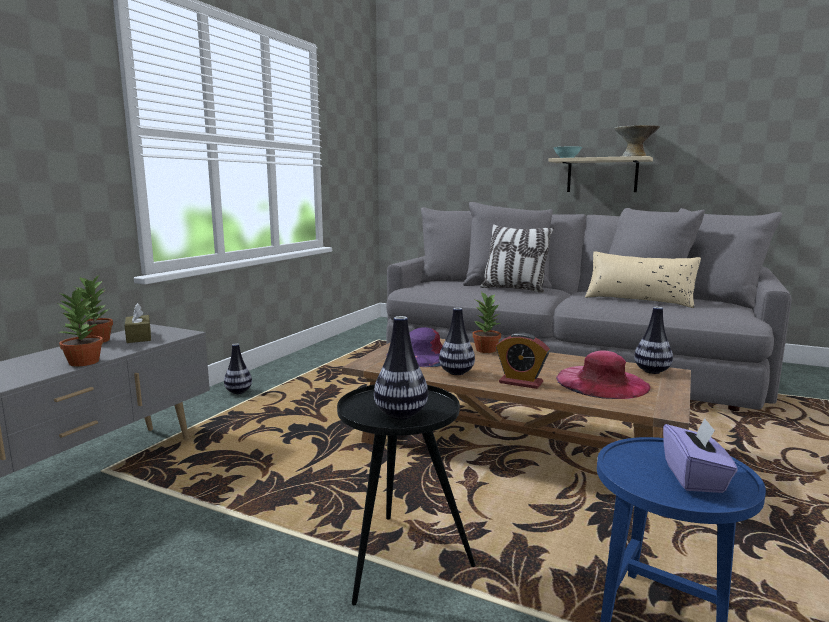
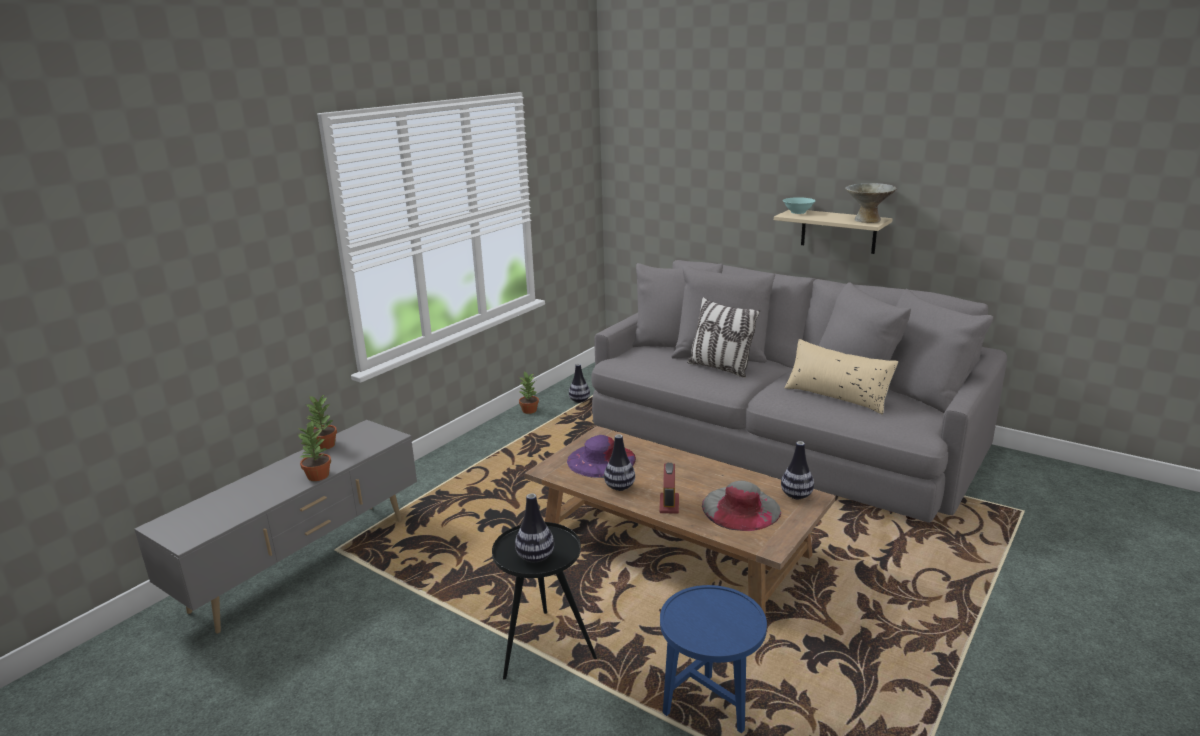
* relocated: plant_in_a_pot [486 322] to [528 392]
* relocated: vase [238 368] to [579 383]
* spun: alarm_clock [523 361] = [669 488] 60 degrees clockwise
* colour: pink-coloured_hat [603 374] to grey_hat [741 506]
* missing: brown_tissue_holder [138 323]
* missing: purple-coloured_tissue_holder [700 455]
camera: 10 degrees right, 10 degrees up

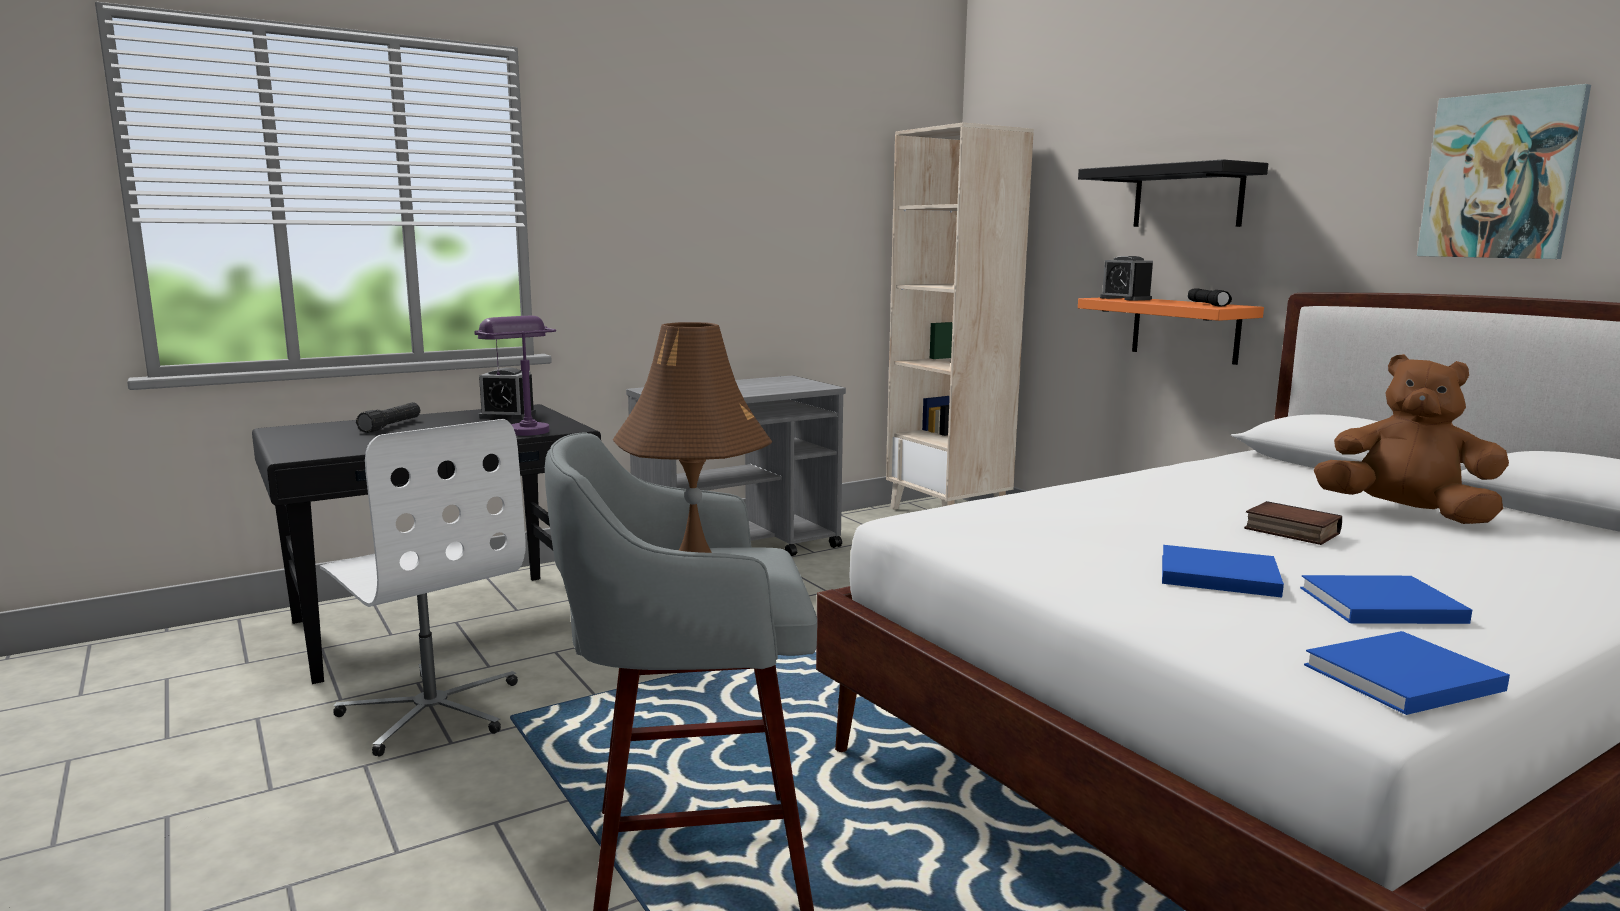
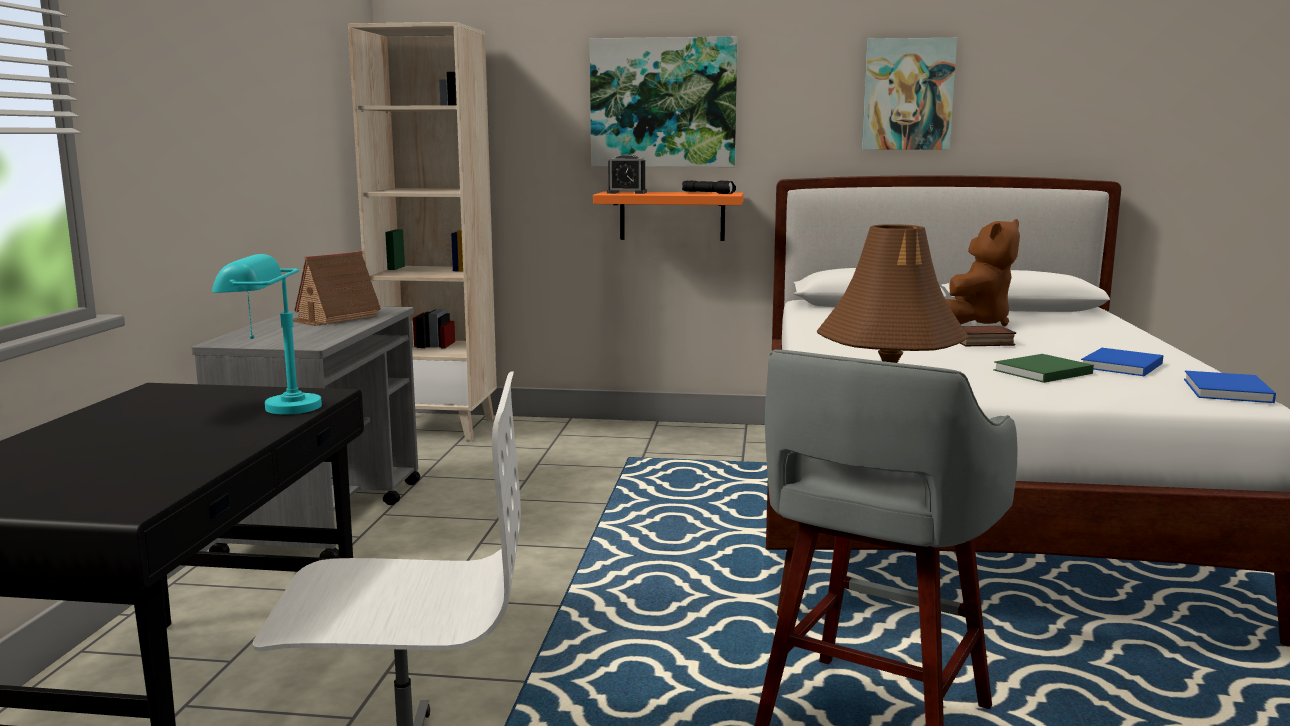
* colour: purple-coloured_tabletop_lamp [515 376] to blue-green_tabletop_lamp [267 334]
* appeared: model_house [337 288]
* exchanged: black_wall_shelf [1173 193] to wall_art [663 102]
* spun: brown_soft_toy [1411 439] = [982 272] 150 degrees clockwise
* colour: bluish_volume [1223 571] to greenish_volume [1043 368]
* missing: black_torch [388 417]
* missing: alarm_clock [507 393]
camera: 50 degrees left, 0 degrees up

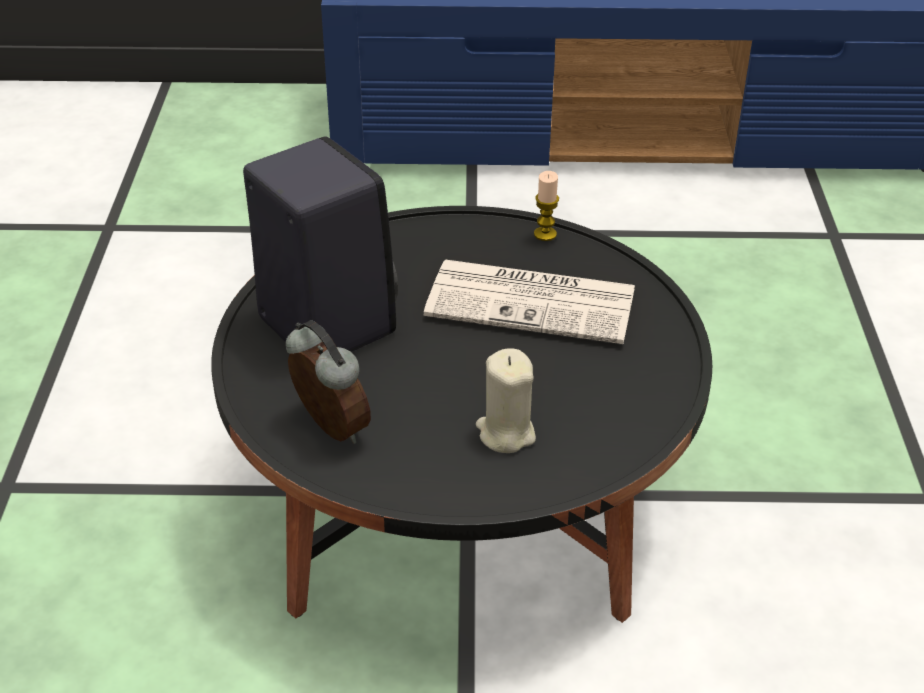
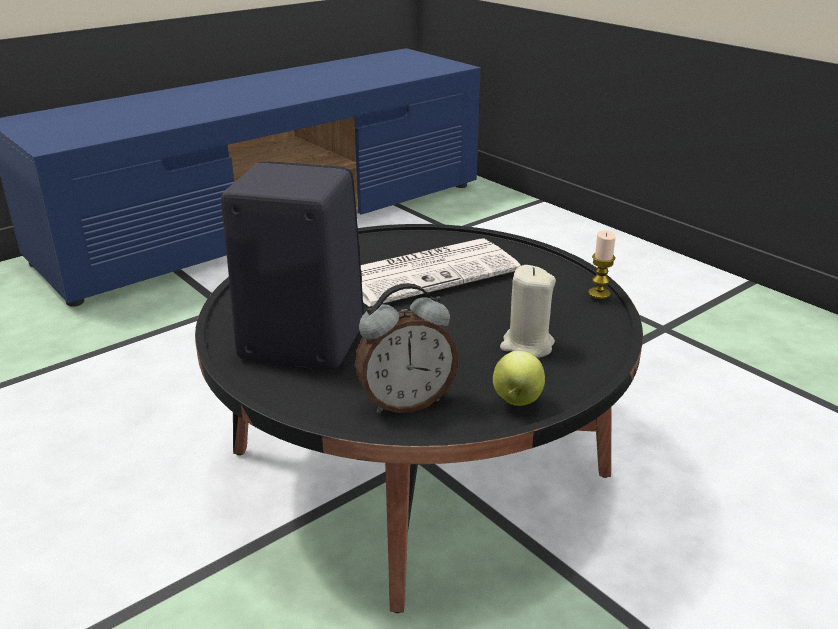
* spun: alarm_clock [328 382] = [406 348] 150 degrees clockwise
* appeared: apple_fruit [519 378]
* relocated: candle [546 206] to [602 264]
camera: 40 degrees left, 10 degrees down

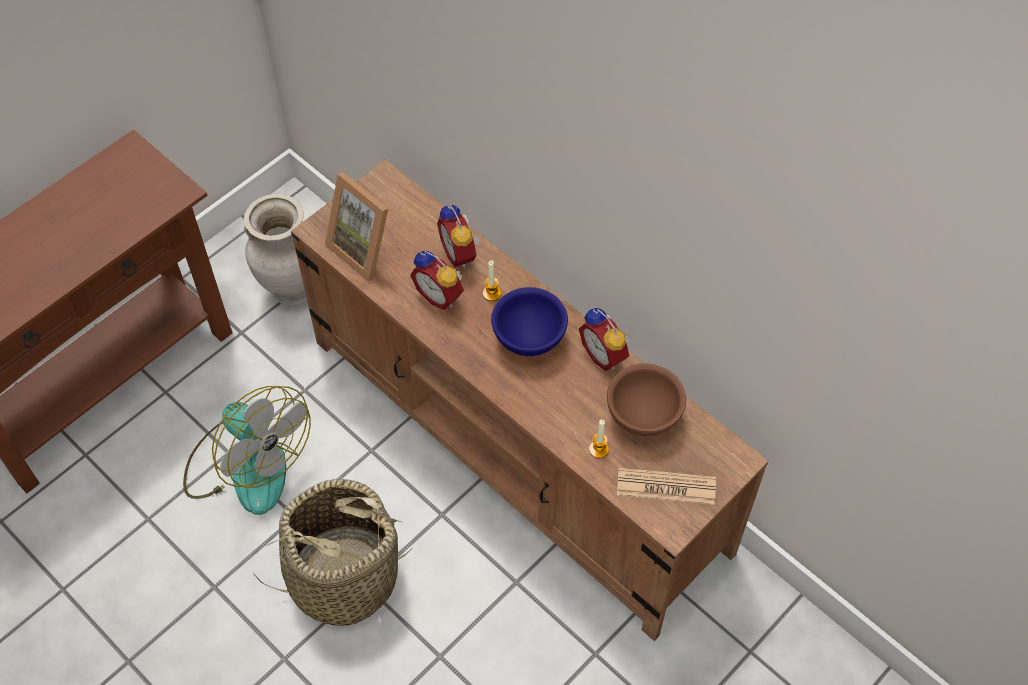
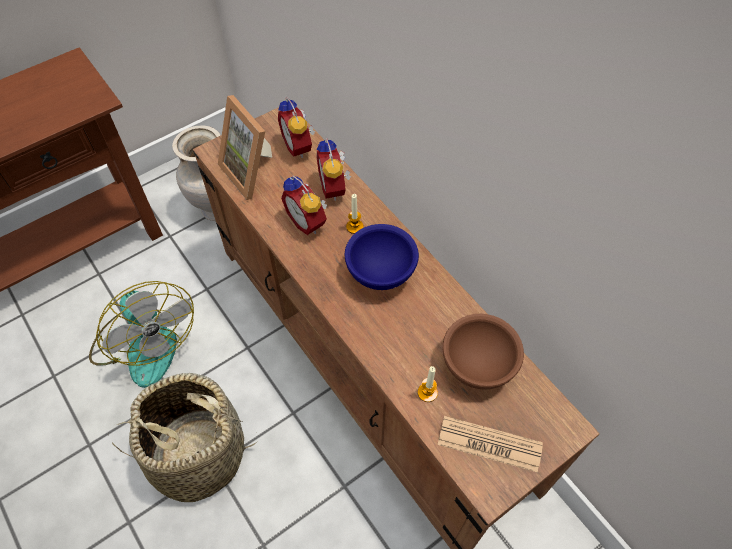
* relocated: alarm_clock [604 339] to [296 127]
camera: 10 degrees right, 0 degrees up

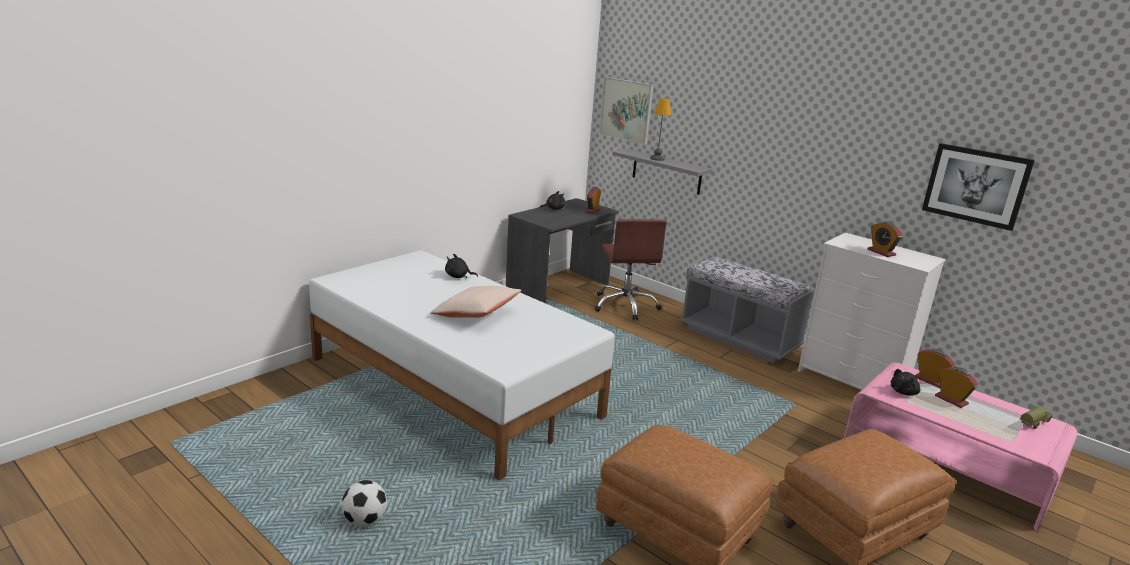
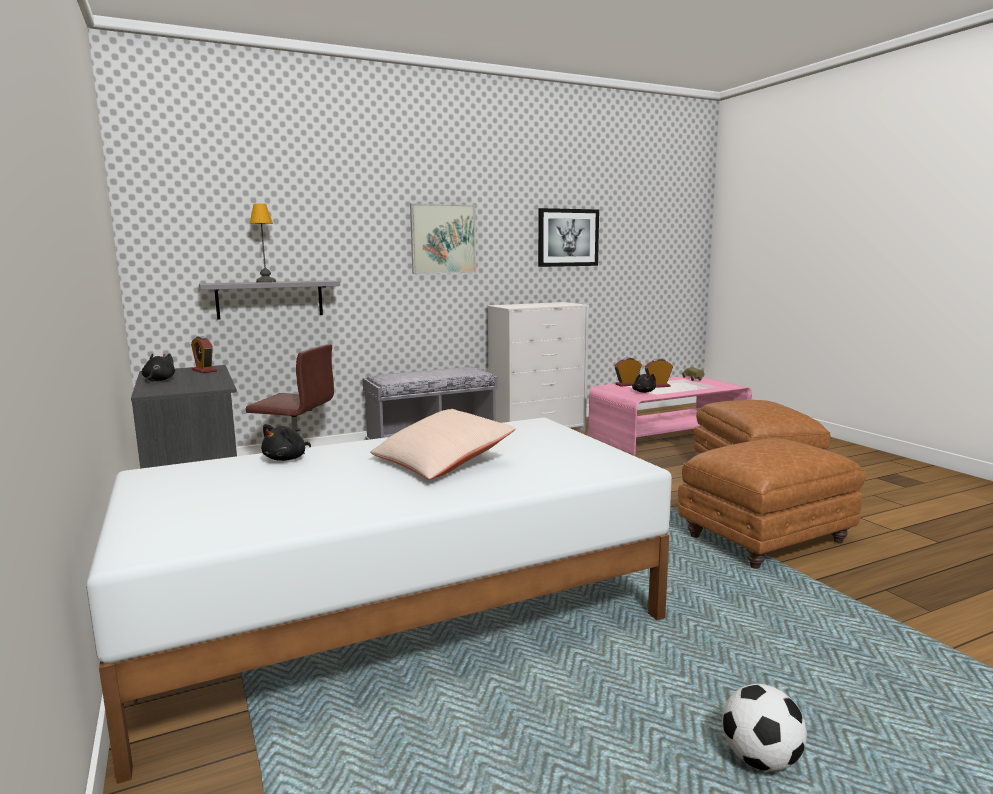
* relocated: wall_art [626 110] to [443 238]
* missing: alarm_clock [885 239]
camera: 65 degrees left, 10 degrees down

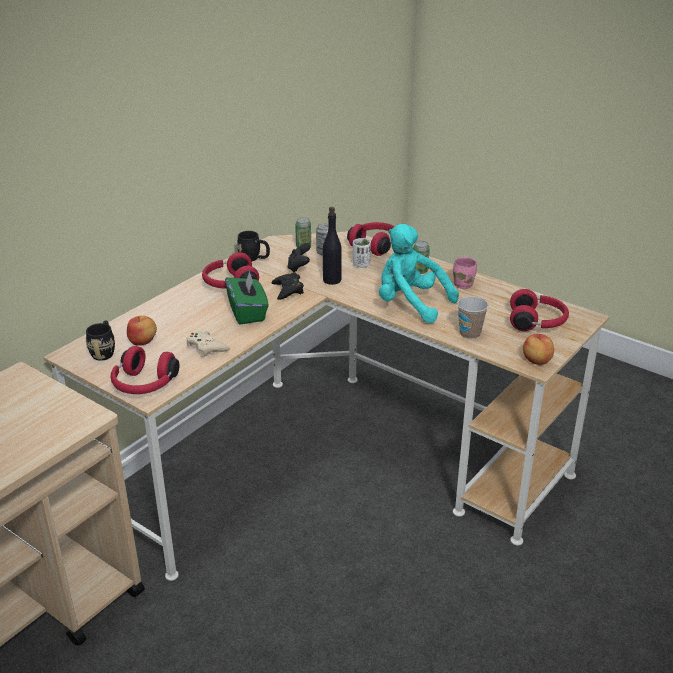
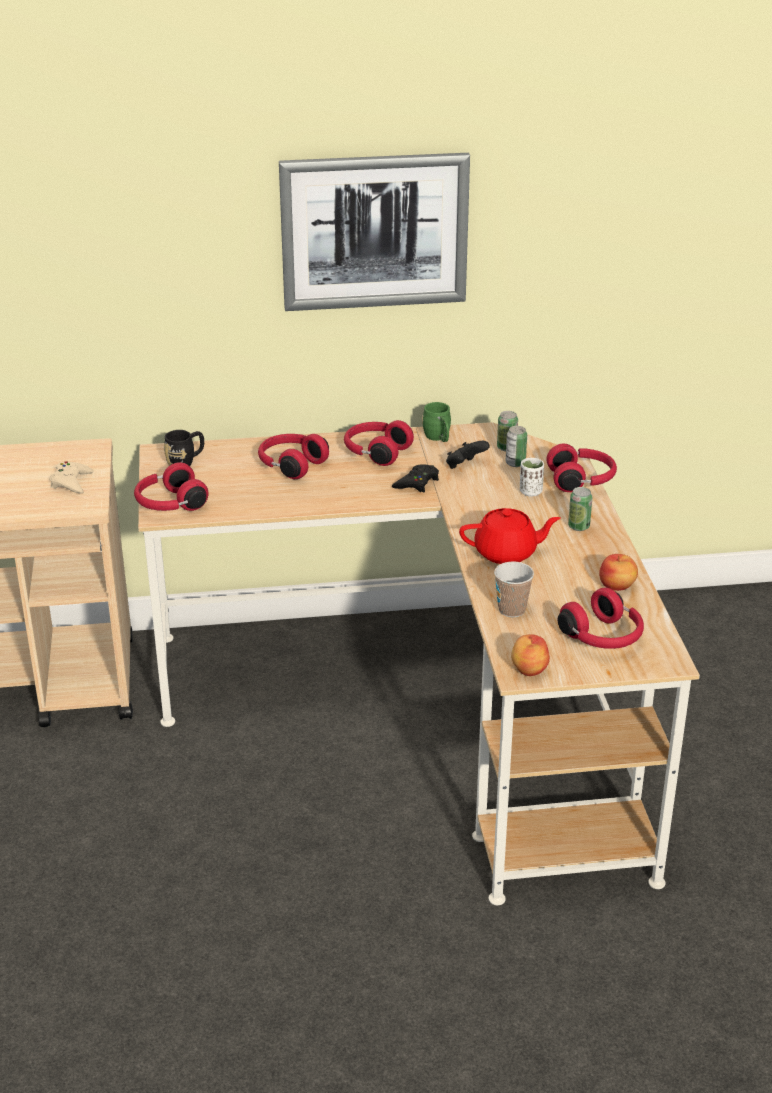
* relocated: beige-coloured_joypad [208 344] to [71 477]
* appeared: reddish_headset [293 456]
* appeared: wall_art [374 232]
* colour: black_tea_mug [253 246] to greenish_tea_mug [436 422]
* exchanged: blue-green_soft_toy [419 273] to reddish_tea_pot [509 536]
* relocated: apple_fruit [142 331] to [618 572]
* missing: greenish_tissue_holder [247 298]
* missing: black_drink_bottle [332 246]
* missing: pink-coloured_tea_mug [465 273]
camera: 45 degrees right, 0 degrees up

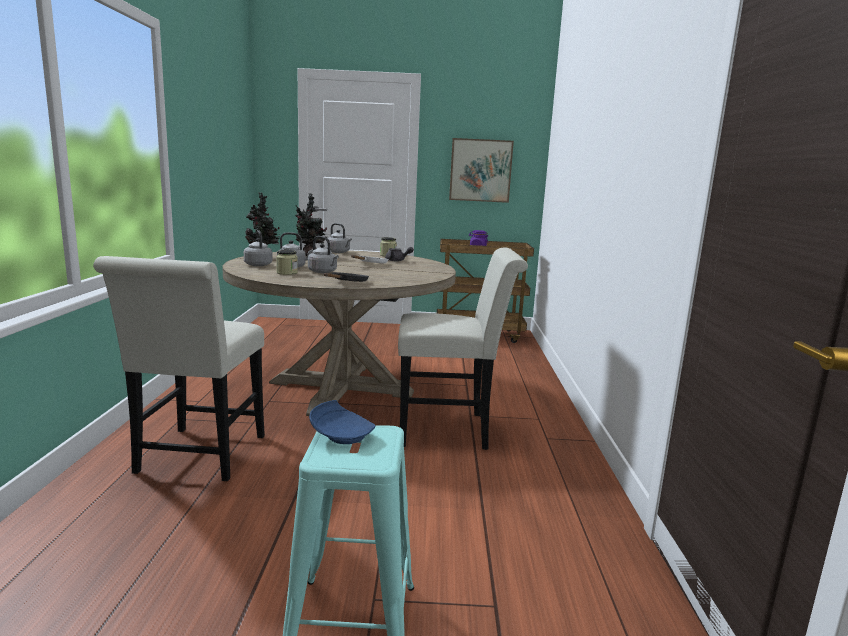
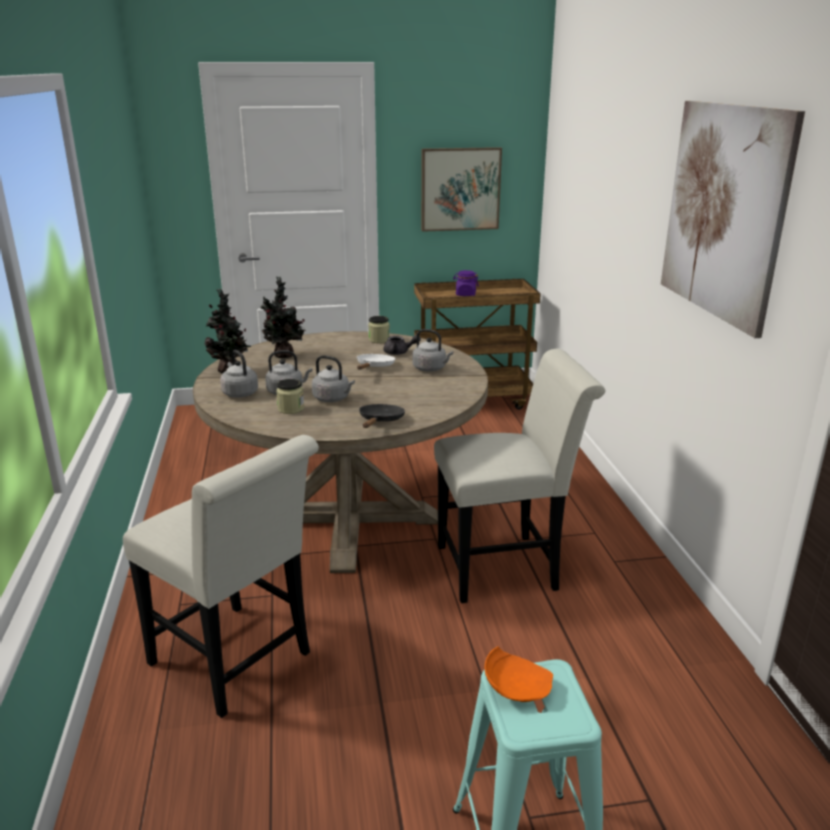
* spun: white_plain_chair [179 368] = [221 576] 45 degrees counterclockwise
* relocated: grey_tea_kettle [339 238] to [432 350]
* colour: bluish_dinner_plate [342 422] to orange-coloured_dinner_plate [519 674]
* appeared: wall_art [733 219]
camera: 10 degrees left, 10 degrees up

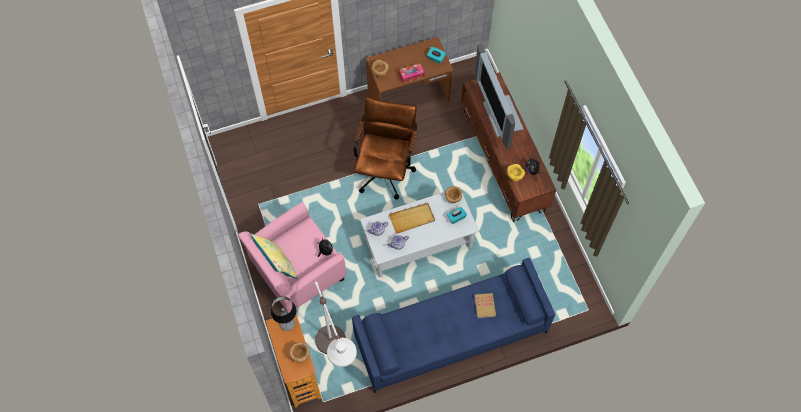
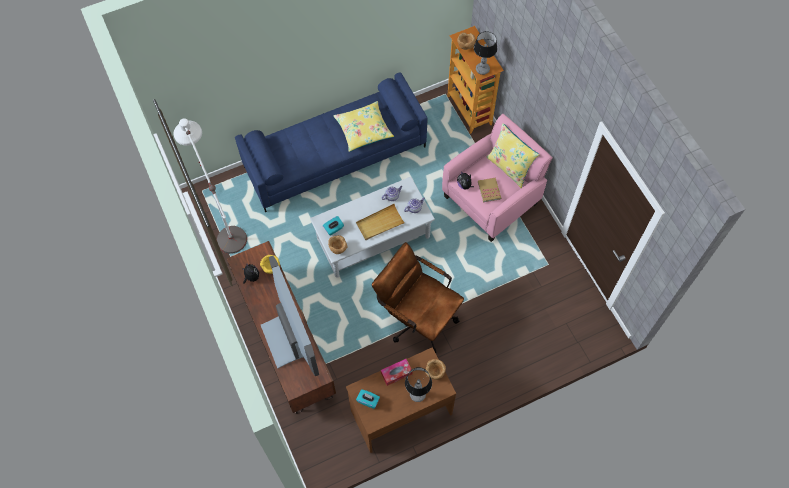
* relocated: white_standing_lamp [336 324] to [210 186]
* appeared: yellow-coloured_cushion [363 126]
* spun: brown_computer_chair [385 148] = [418 297] 120 degrees clockwise
* appeared: tabletop_lamp [418 384]
* relocated: volume [485 305] to [489 190]
camera: 175 degrees right, 0 degrees up

